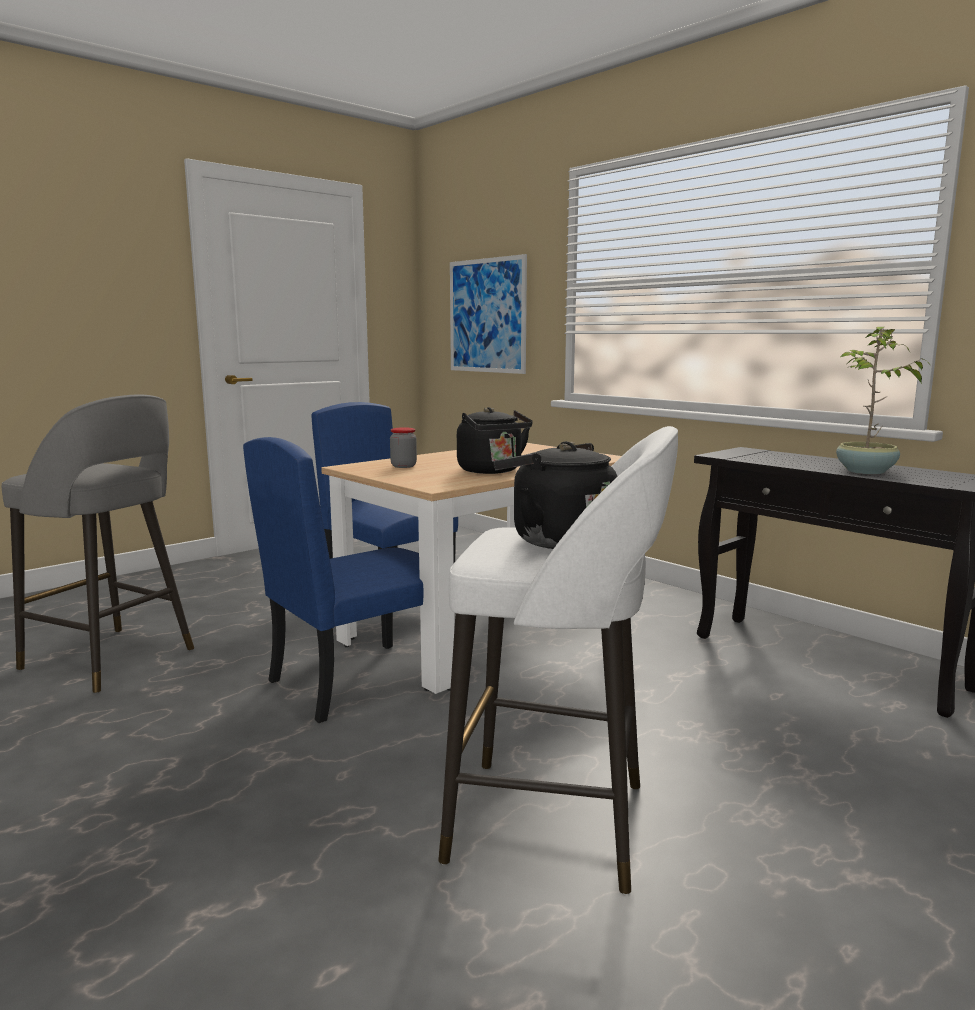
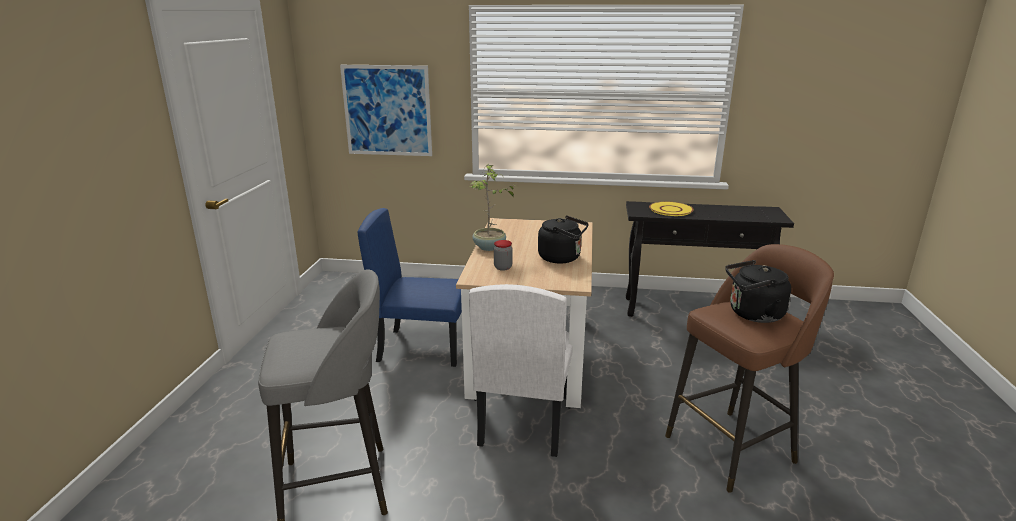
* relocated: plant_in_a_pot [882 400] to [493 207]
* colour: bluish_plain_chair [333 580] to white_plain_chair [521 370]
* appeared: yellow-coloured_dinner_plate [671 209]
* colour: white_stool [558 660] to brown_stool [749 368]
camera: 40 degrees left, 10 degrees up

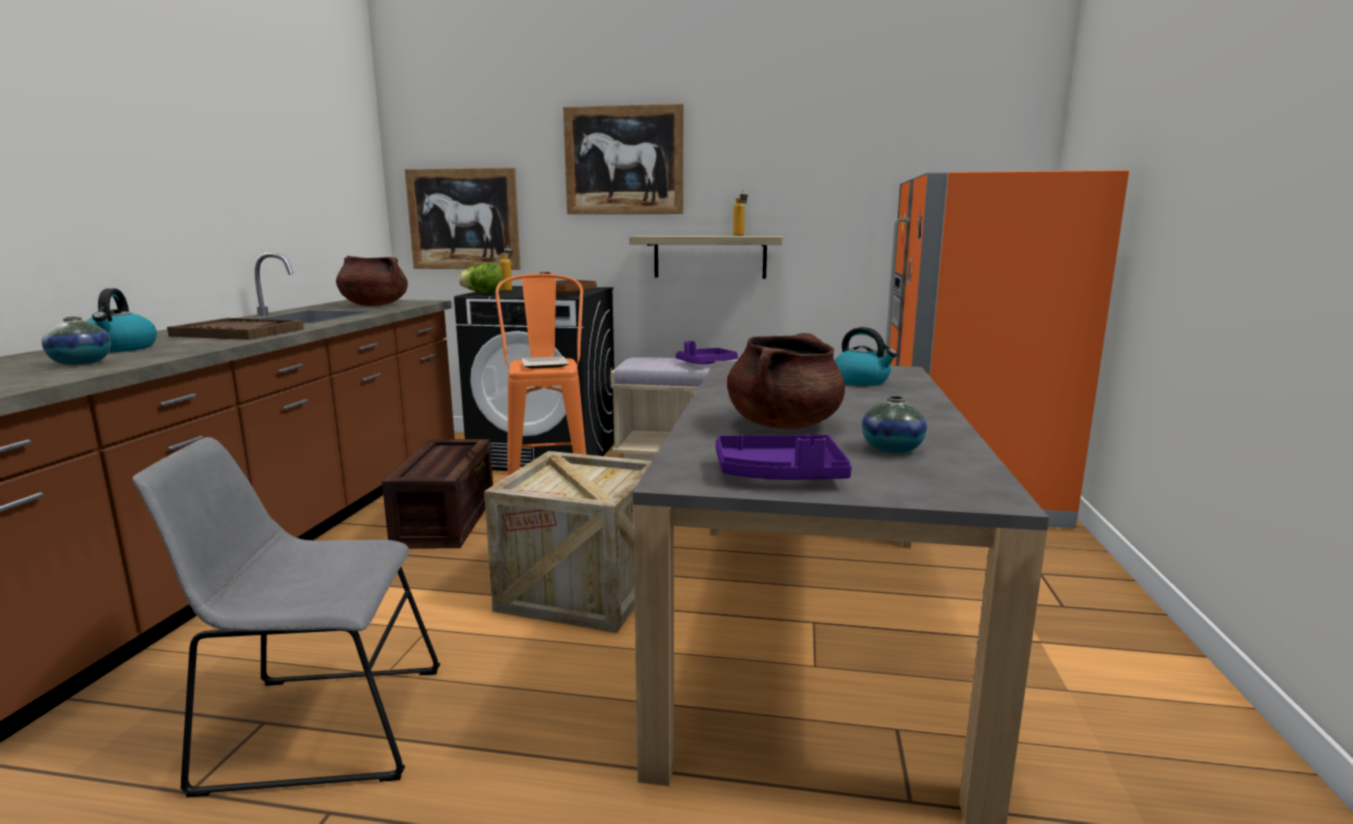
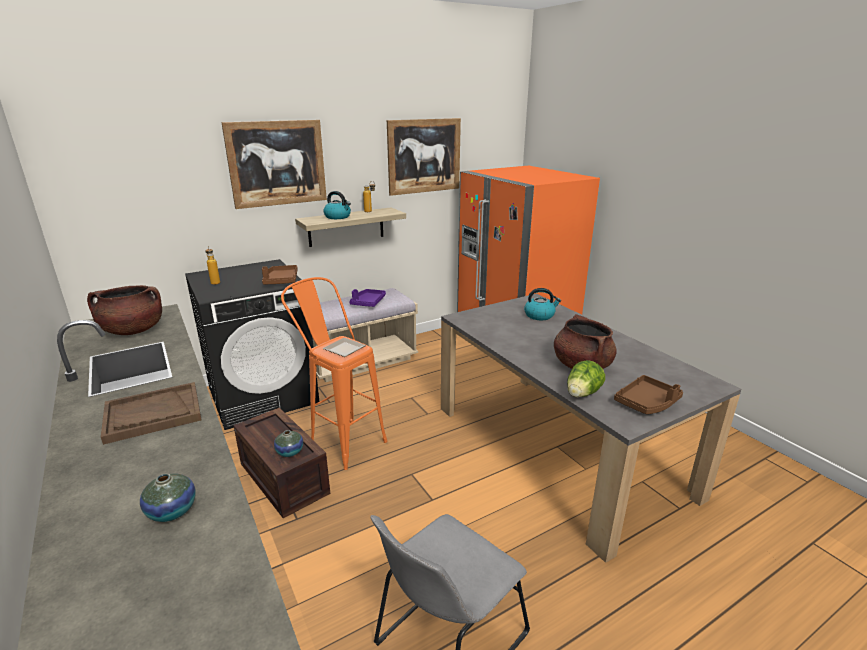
* relocated: vase [894 424] to [288 443]
* relocated: tea_kettle [121 320] to [337 205]
* relocated: wall_art [463 219] to [424 157]
* relocated: lettuce [480 278] to [586 378]
* colour: purple-coloured_tray [784 457] to brown_tray [648 394]
* missing: crate [568 542]
camera: 40 degrees left, 10 degrees up

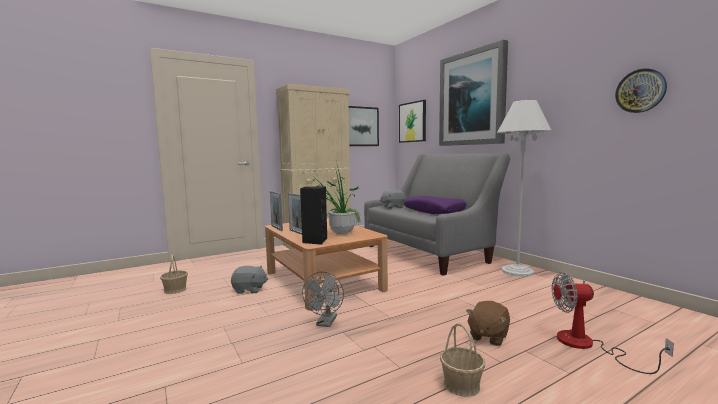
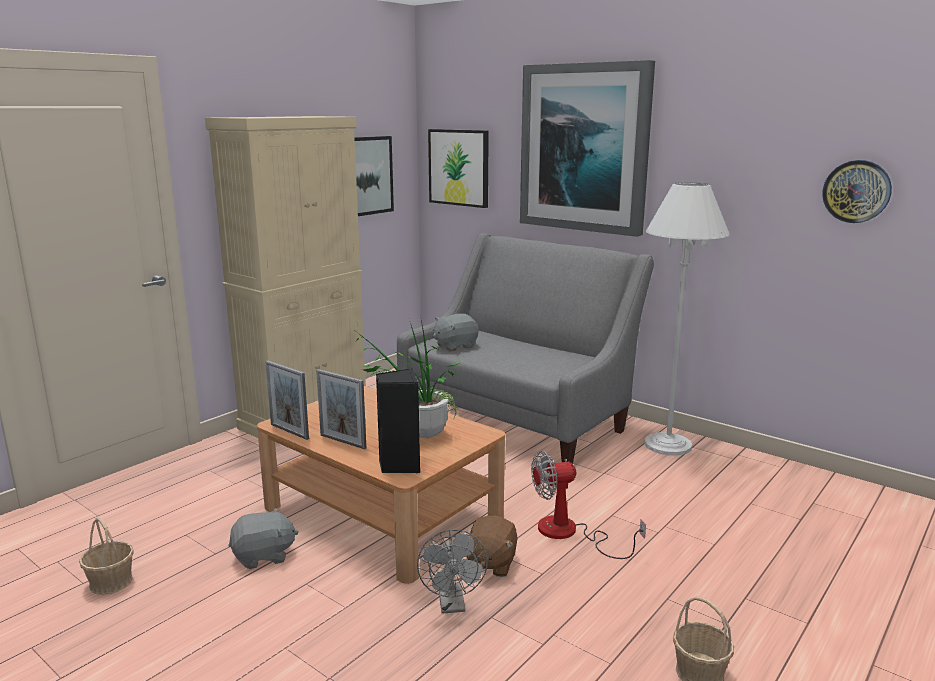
* relocated: brown_soft_toy [488 323] to [492 546]
* relocated: electric_fan [613 323] to [588 505]
* missing: purple-coloured_cushion [435 205]
camera: 20 degrees left, 10 degrees up

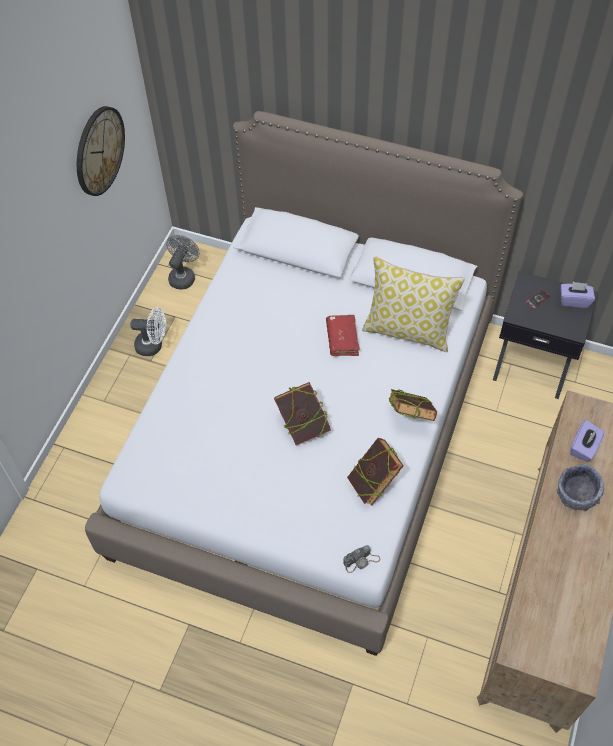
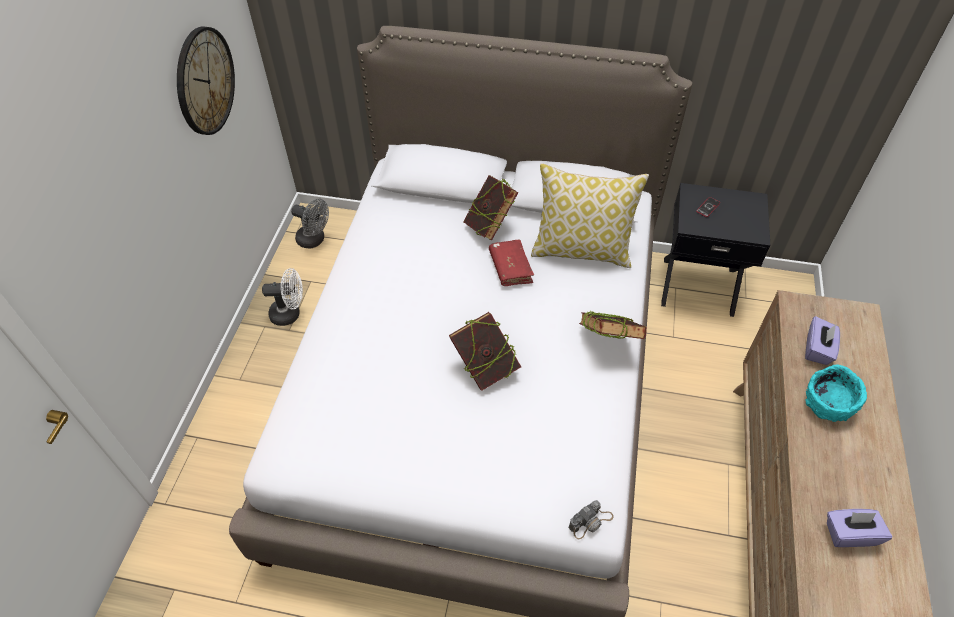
* spun: grey_electric_fan [183 262] = [310 224] 105 degrees clockwise
* relocated: volume [375 472] to [490 208]
* colour: grey_serving_bowl [580 487] to blue-green_serving_bowl [836 393]
* relocated: purple-coloured_tissue_holder [578 295] to [859 528]
camera: 10 degrees left, 5 degrees down

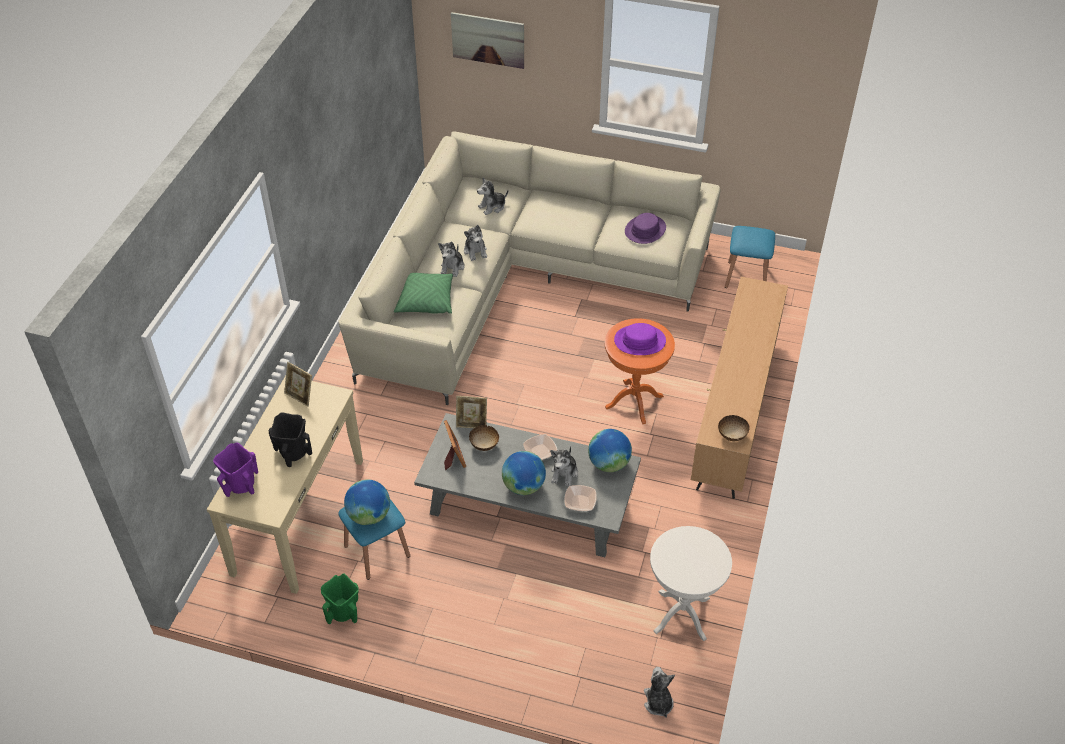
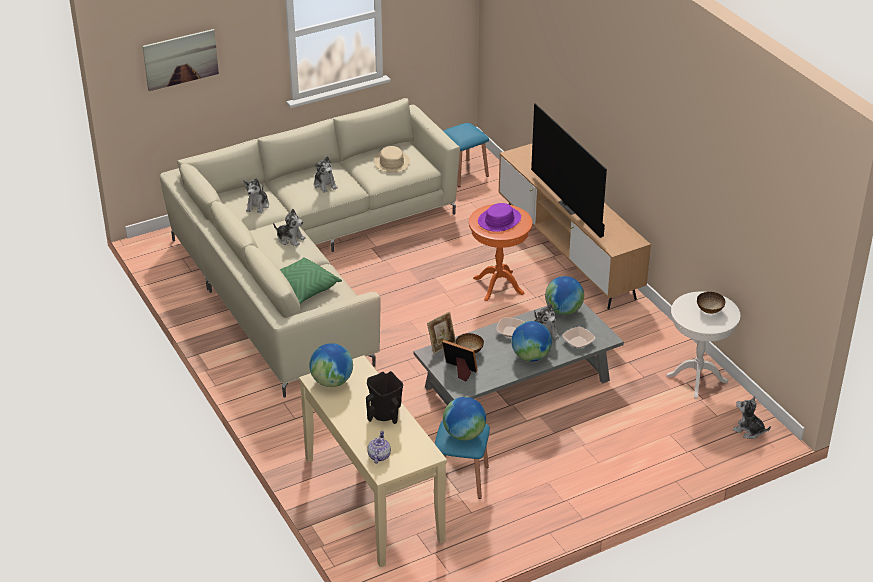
* exchanged: standing_frame [298 384] to world_globe [331 365]
* relocated: soft_toy [451 259] to [325 174]
* exchanged: purple-coloured_vase [235 470] to tea_pot [379 447]
* colour: purple-coloured_hat [645 228] to beige-coloured_hat [392 159]
* appeared: television [569 170]
* relocated: serving_bowl [734 428] to [711 303]
* missing: greenish_vase [340 598]
camera: 45 degrees left, 10 degrees down

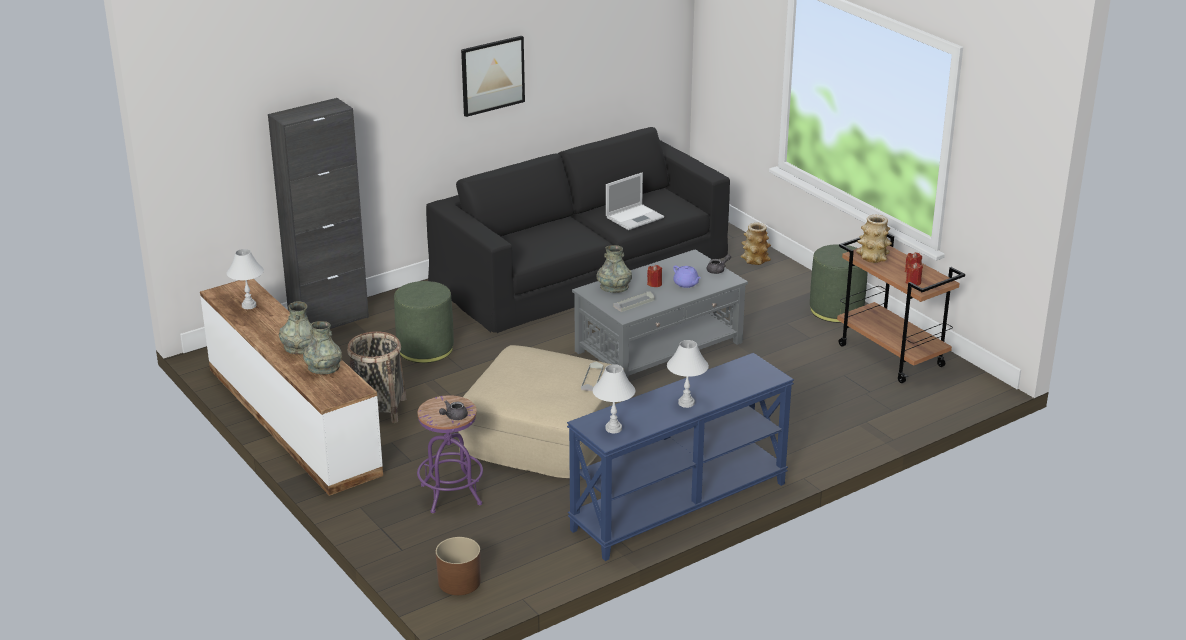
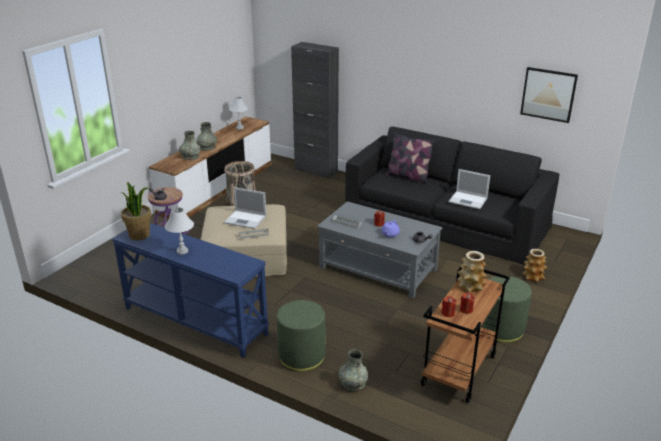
* exchanged: white_tabletop_lamp [614 398] to plant_in_a_pot [136 211]
* appeared: portable_computer [245 208]
* relocated: greenish_pouffe [424 322] to [301 335]
* relocated: grey_vase [614 269] to [353 370]
* appeared: cushion [410 158]
* relocated: wall_art [493 76] to [549 95]
* missing: brown_plant_pot [458 566]
camera: 65 degrees right, 0 degrees up

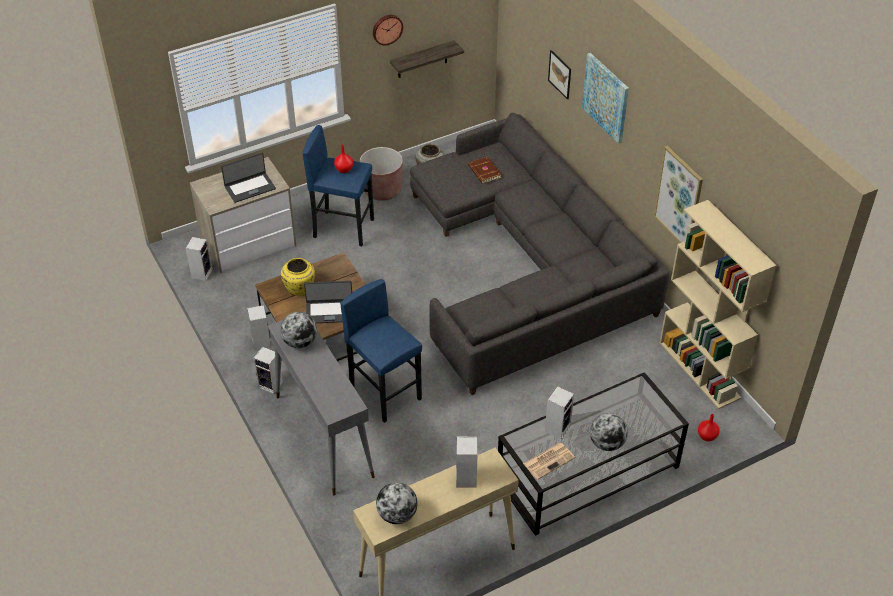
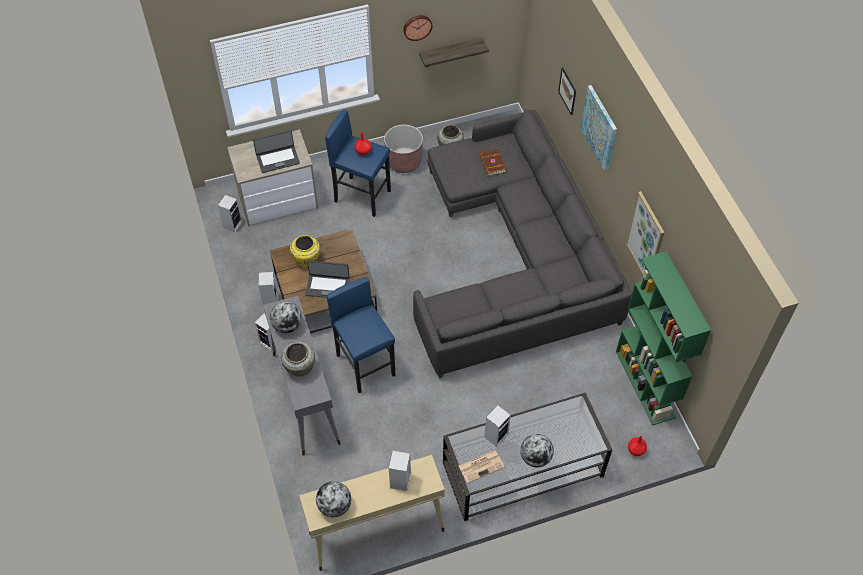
* appeared: beige-coloured_vase [298 358]
* colour: beige-coloured_bookcase [718 304] to greenish_bookcase [663 338]
camera: 10 degrees right, 10 degrees up

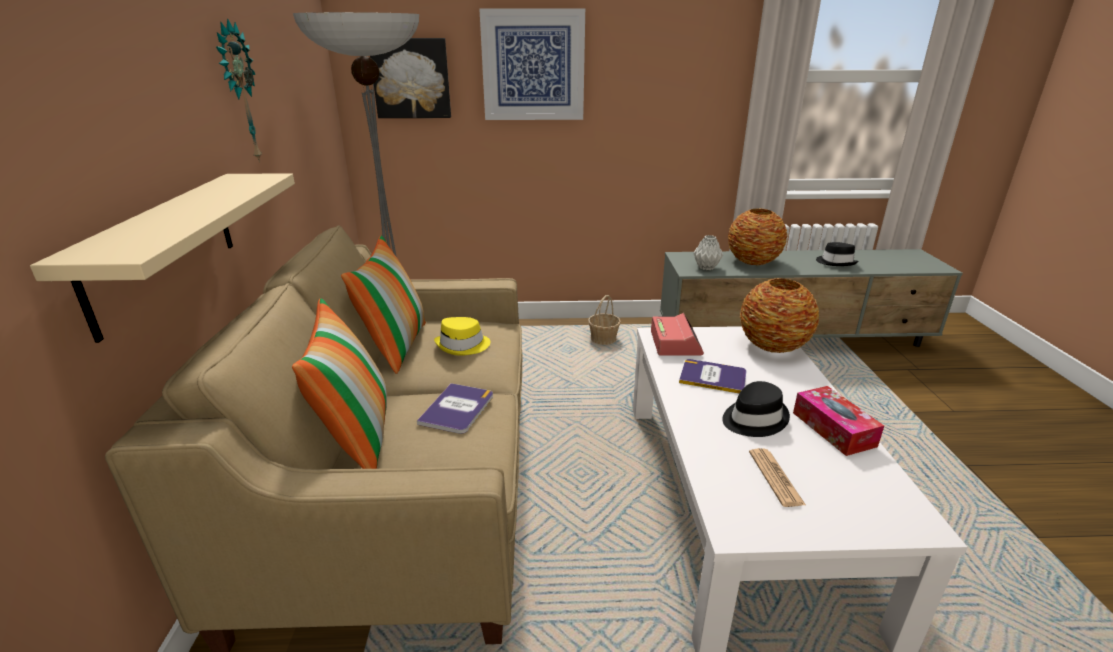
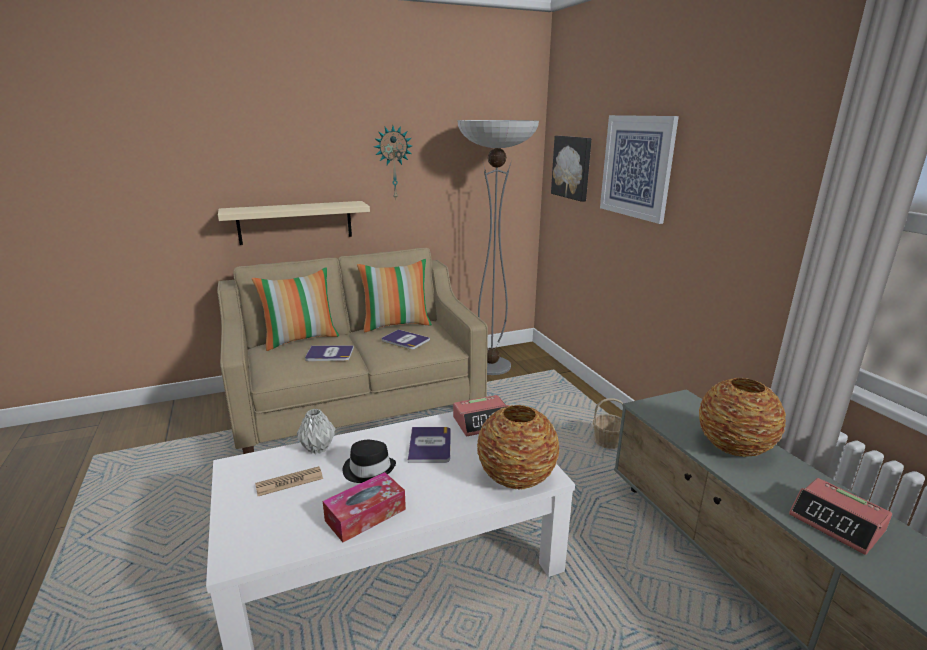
* relocated: grey_vase [708 252] to [316 431]
* exchanged: yellow-coloured_hat [462 336] to volume [406 339]
* exchanged: black_hat [837 254] to alarm_clock [840 516]
camera: 70 degrees right, 5 degrees down

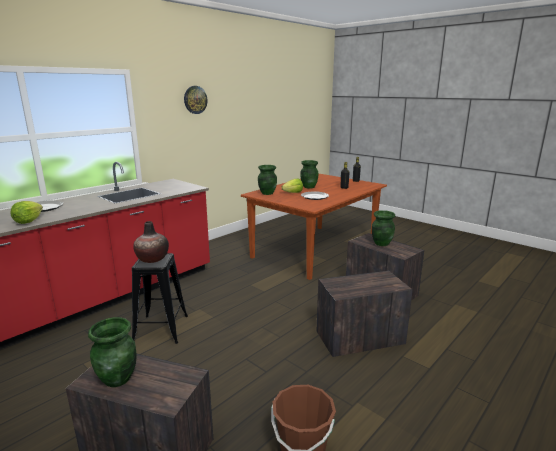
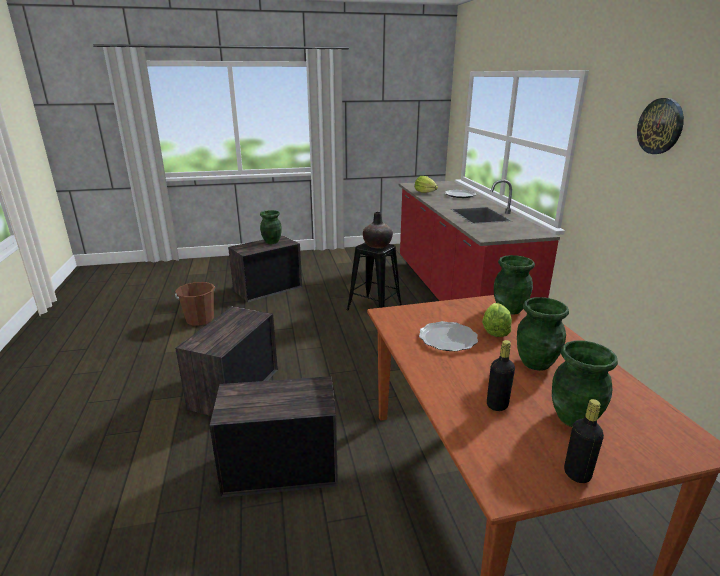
* relocated: greenish_vase [383 228] to [585 383]
camera: 125 degrees right, 5 degrees up

